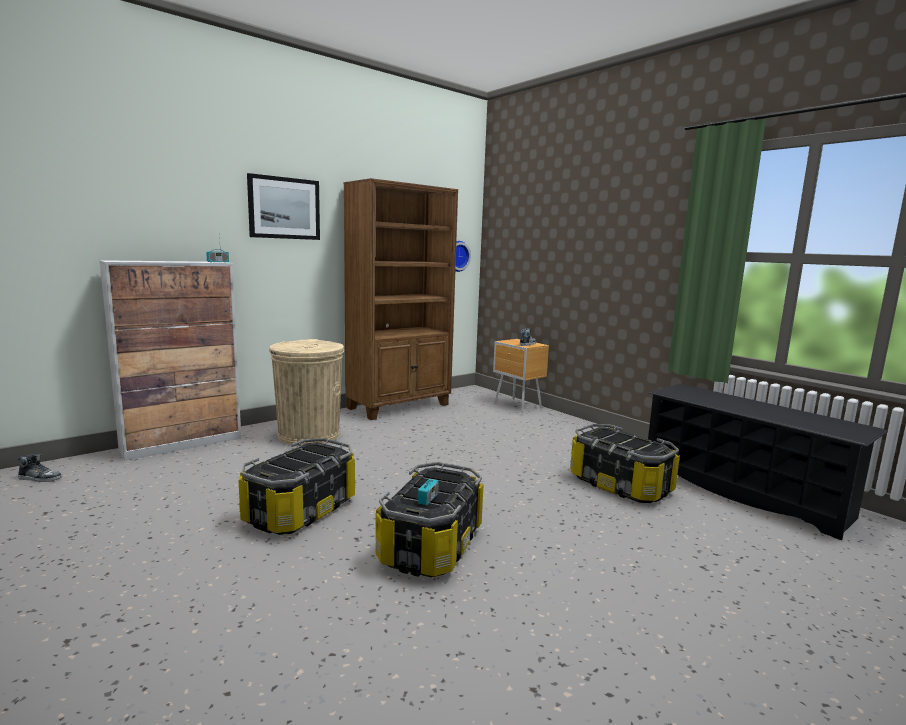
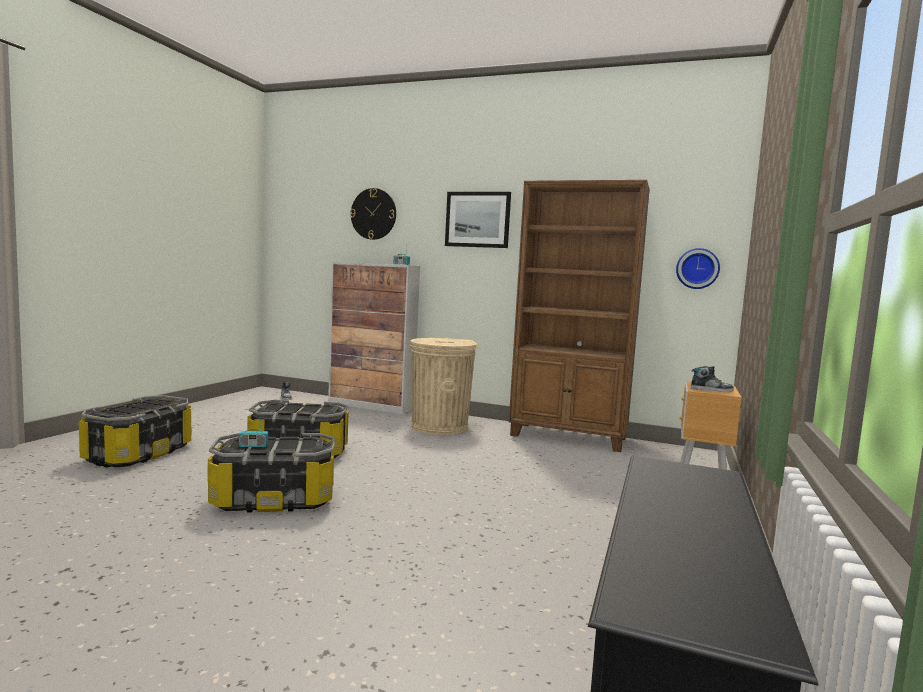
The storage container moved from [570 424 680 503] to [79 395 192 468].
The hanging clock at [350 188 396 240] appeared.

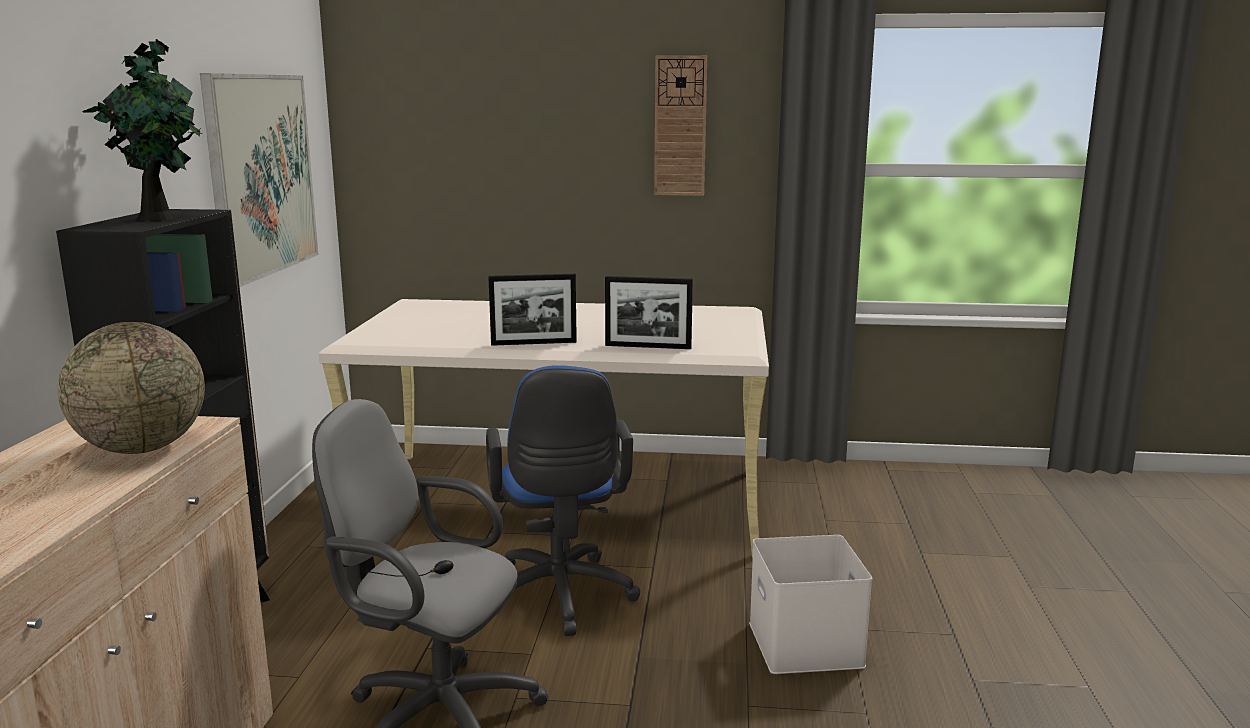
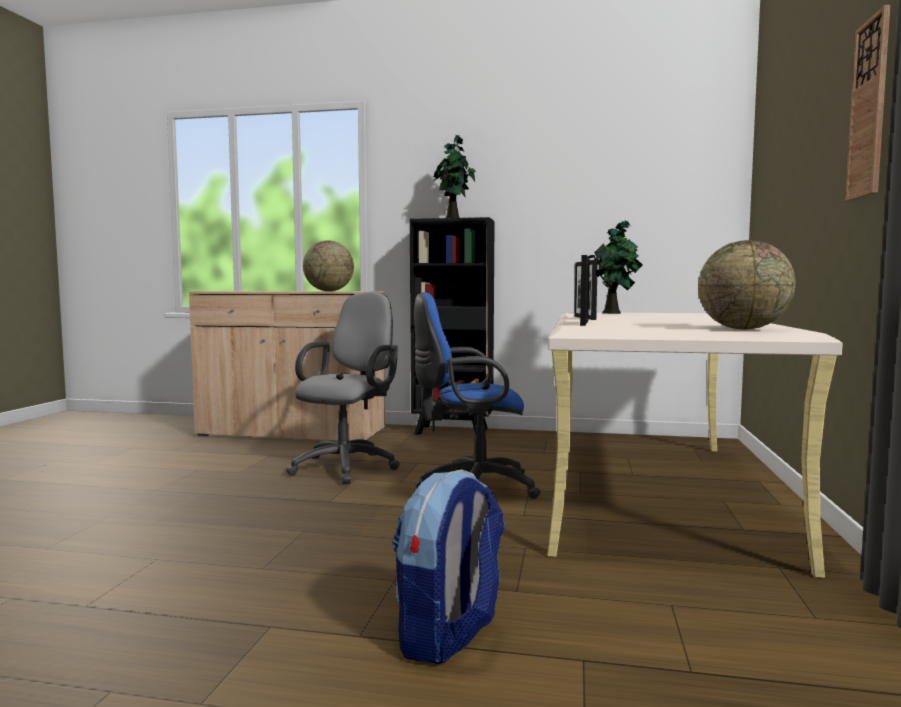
The backpack at [392 469 505 664] appeared.
The plant in a pot at [588 221 643 314] appeared.
The globe at [698 240 796 329] appeared.
The picture at [200 73 319 287] disappeared.
The whitish storage container at [749 535 872 674] disappeared.

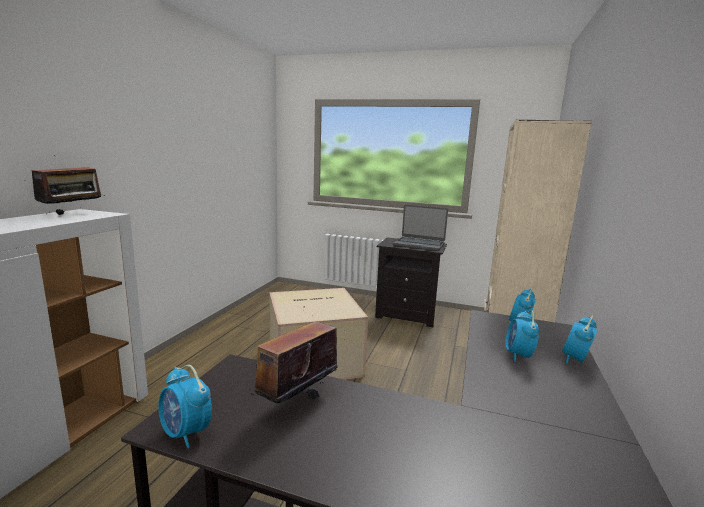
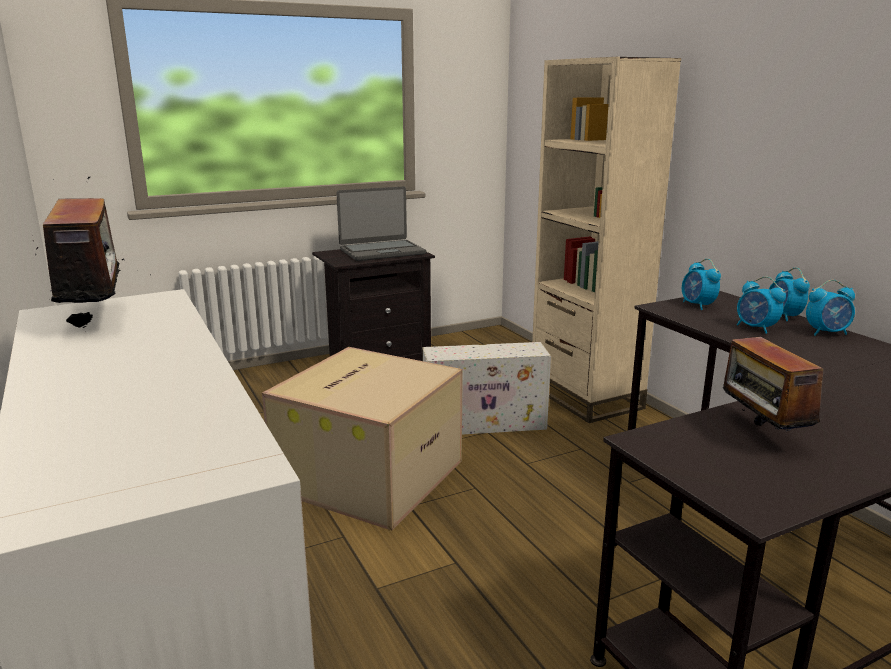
The whitish storage container at [423 342 551 435] appeared.
The alarm clock moved from [158 365 212 448] to [806 280 855 336].

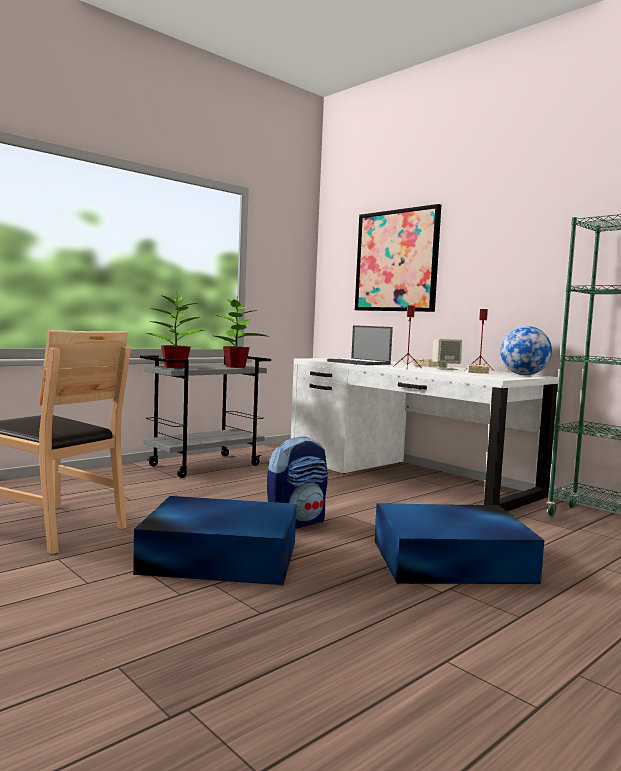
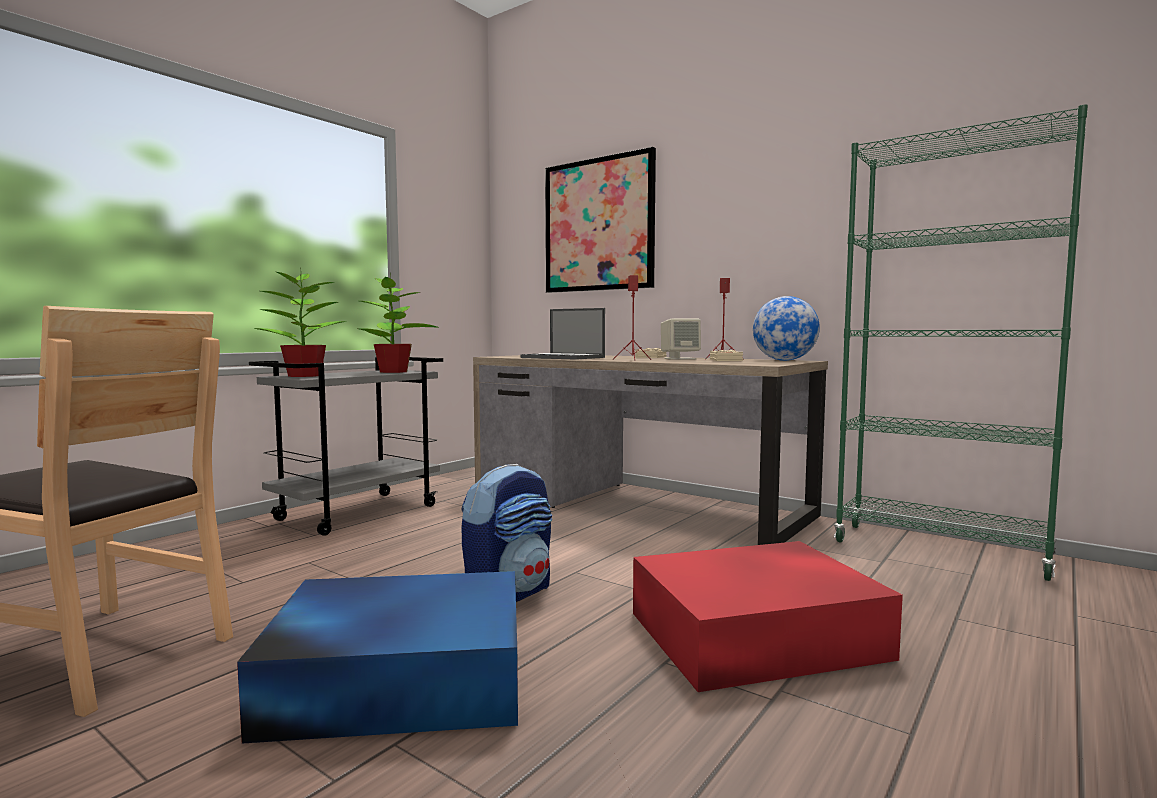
The whitish desk unit at [291 358 559 511] became the brownish desk unit at [473 355 828 545].
The bluish storage container at [374 503 544 584] became the red-coloured storage container at [633 541 903 692].

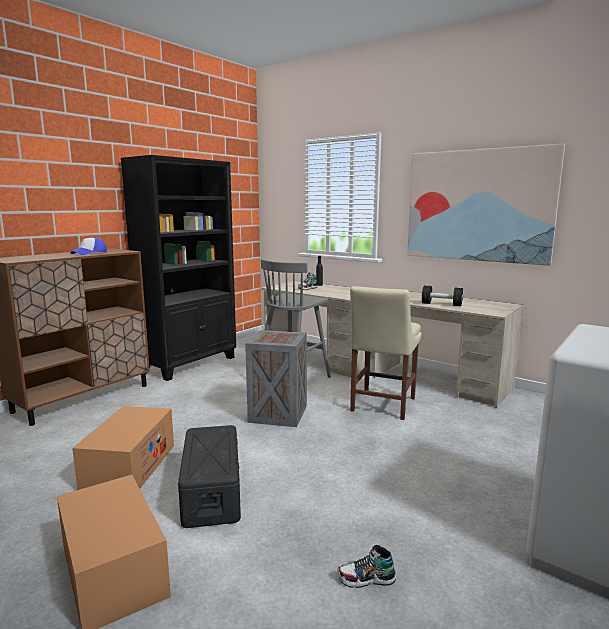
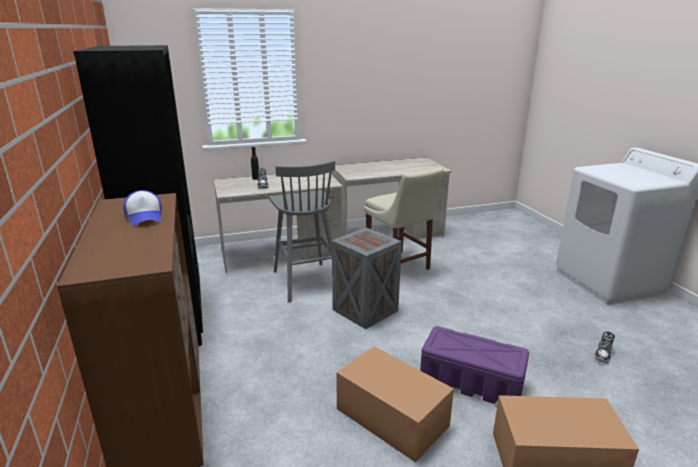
The blackish storage container at [178 425 241 528] became the purple storage container at [420 326 529 404].
The picture at [407 143 565 266] disappeared.
The blackish hand weight at [422 286 463 306] disappeared.

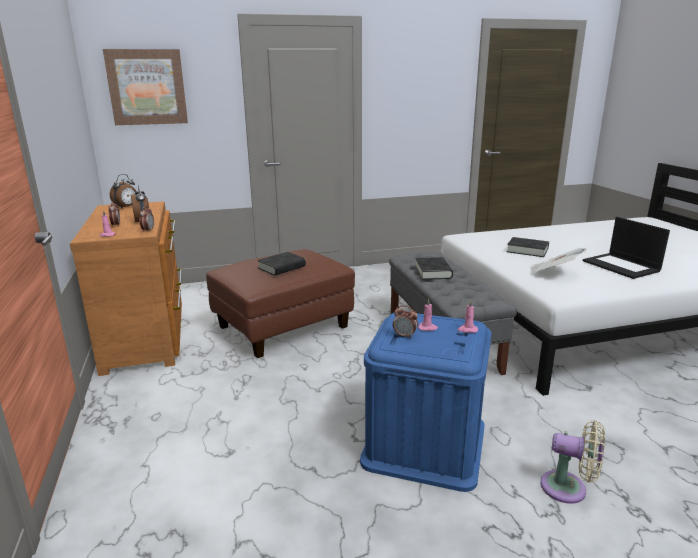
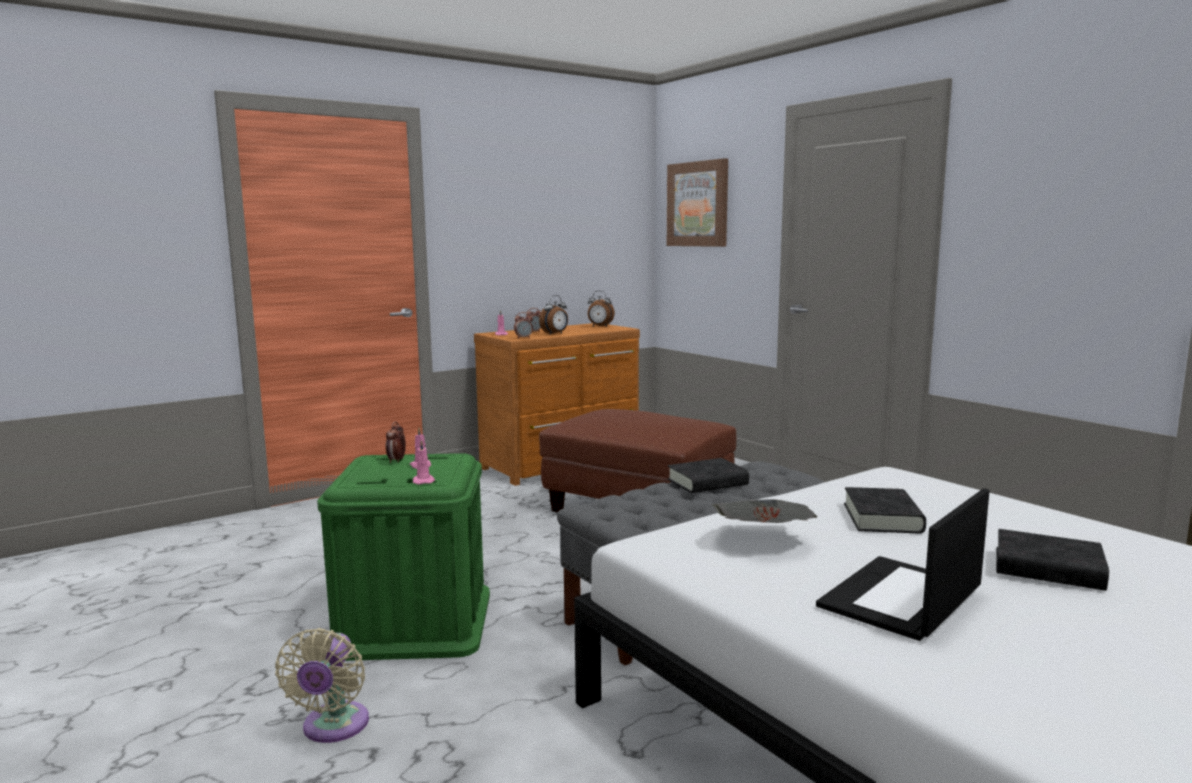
The bluish storage container at [360 313 492 492] became the green-coloured storage container at [317 453 490 661].
The blackish volume moved from [258 252 306 275] to [996 529 1109 591].

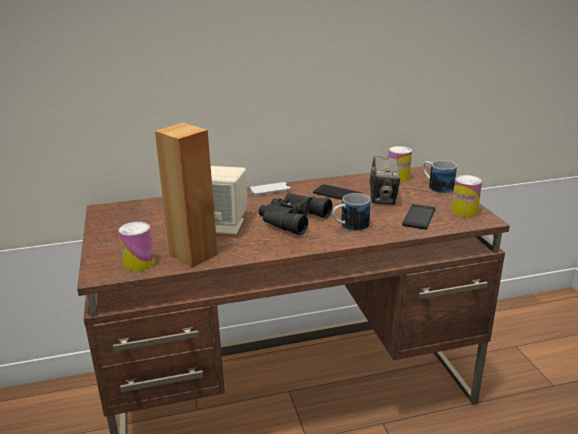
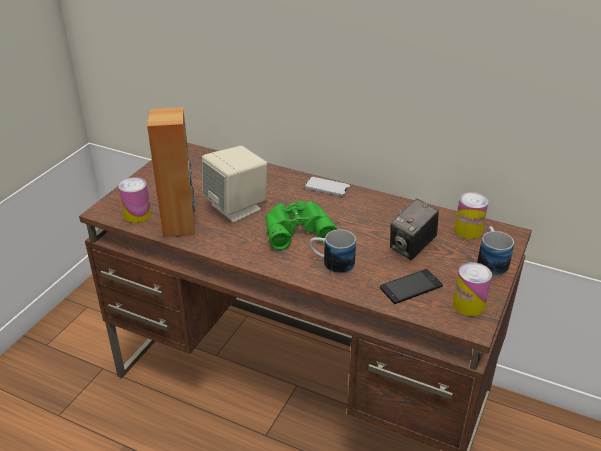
The blackish pair of binoculars at [259 193 332 235] became the green-coloured pair of binoculars at [265 201 338 250].
The phone at [313 184 362 200] disappeared.

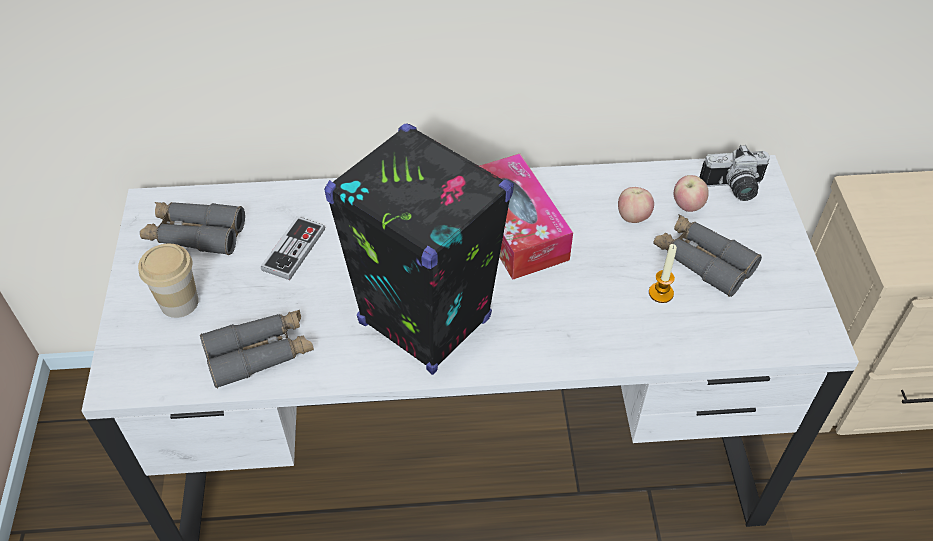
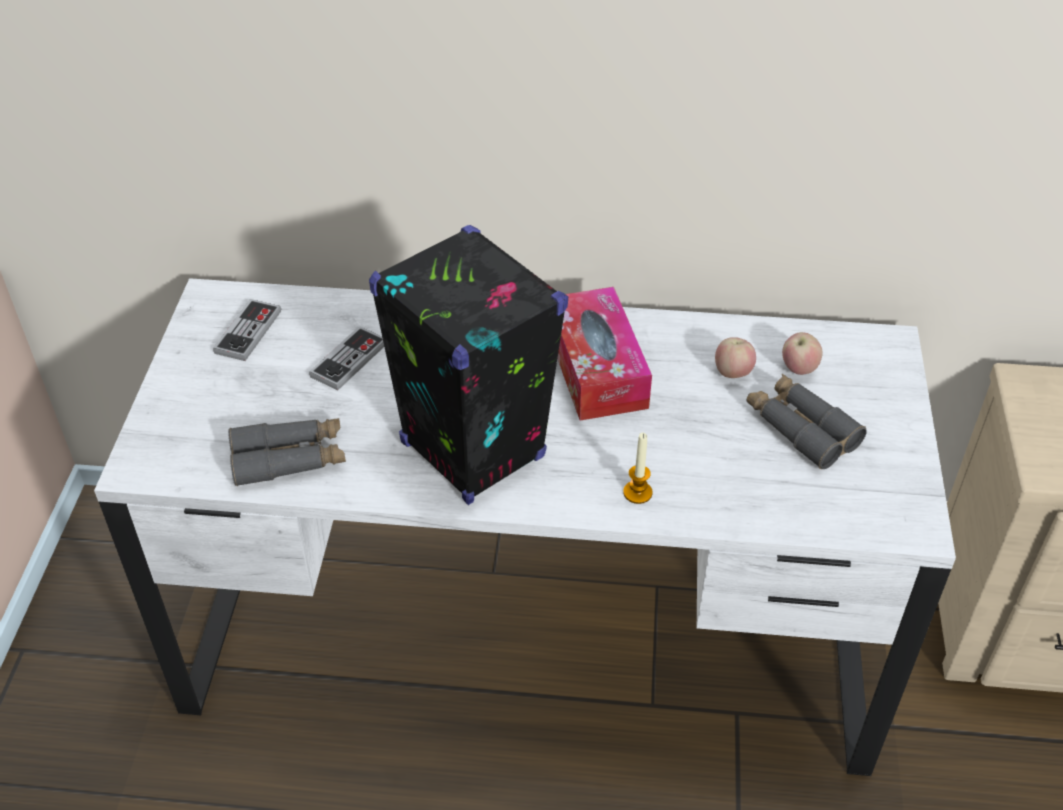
The gray pair of binoculars at [140 202 245 255] was replaced by the gamepad at [213 299 281 361].
The candle moved from [649 244 677 303] to [623 433 653 504].
The cup at [138 244 199 318] disappeared.
The photo camera at [699 145 770 201] disappeared.

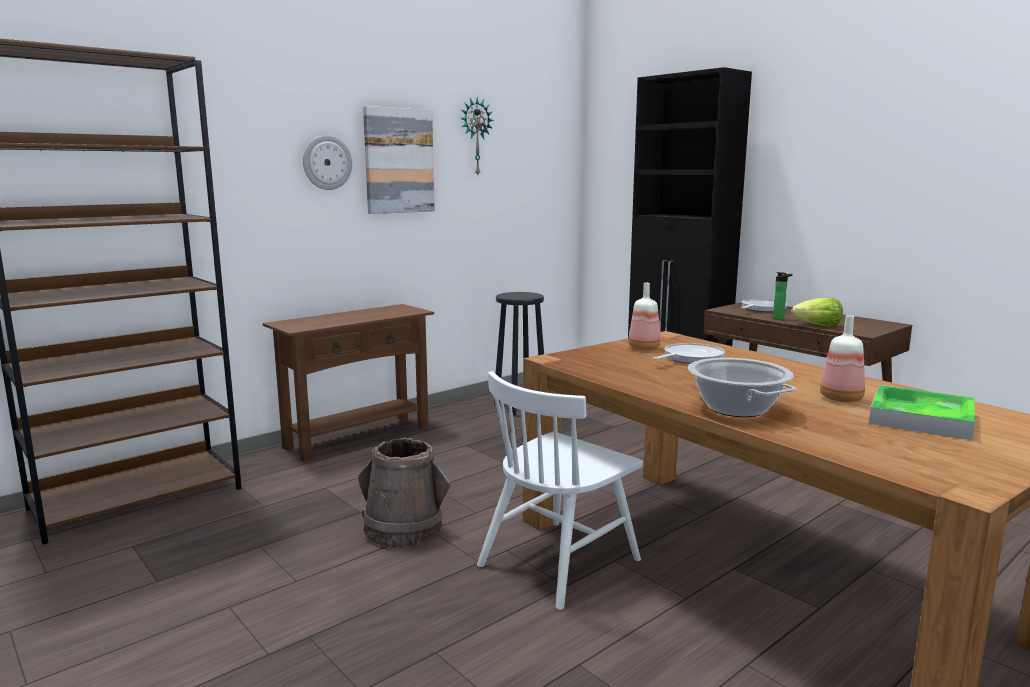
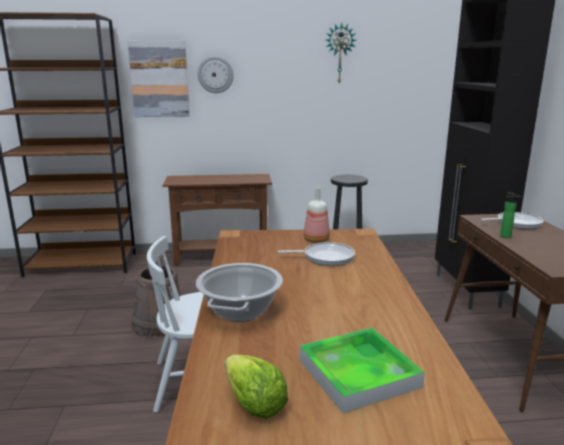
The picture moved from [363 106 435 214] to [128 40 190 117].
The lettuce moved from [791 298 843 326] to [225 355 288 419].
The bottle at [820 315 865 402] disappeared.

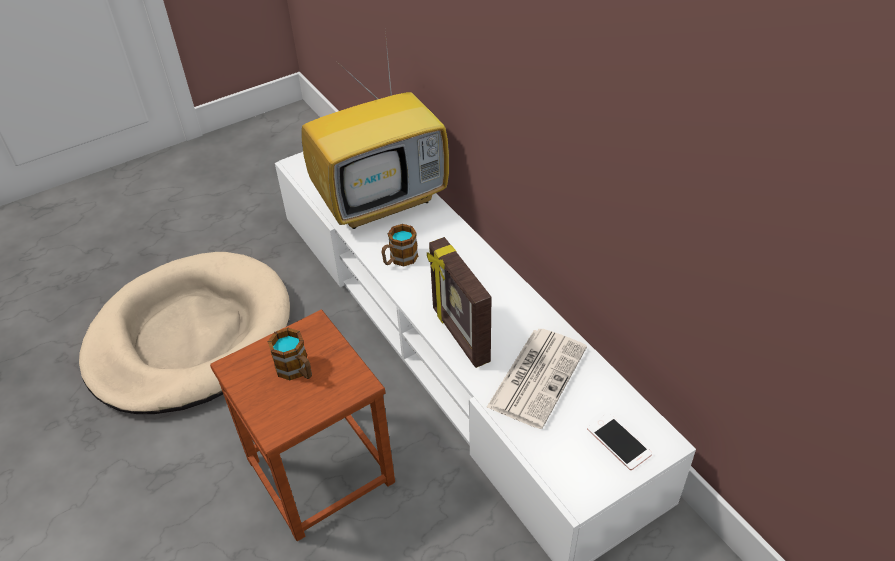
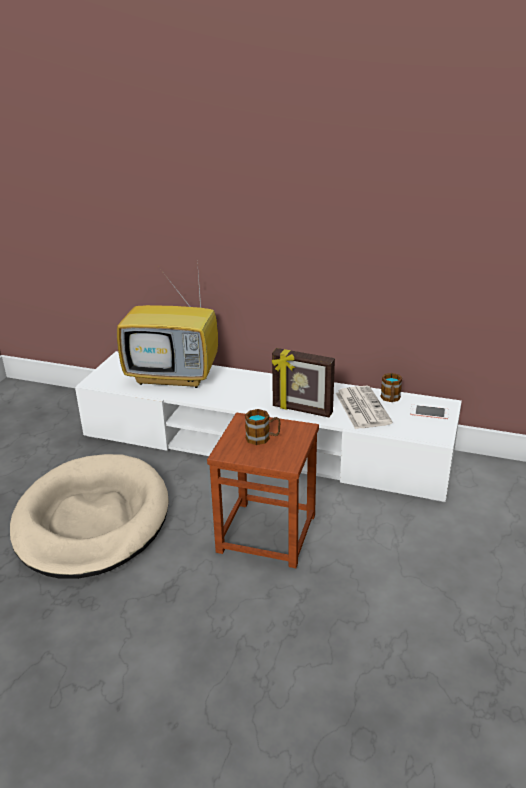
The television at [301 32 449 229] turned 75 degrees clockwise.
The mug moved from [381 224 418 266] to [380 373 402 402].

